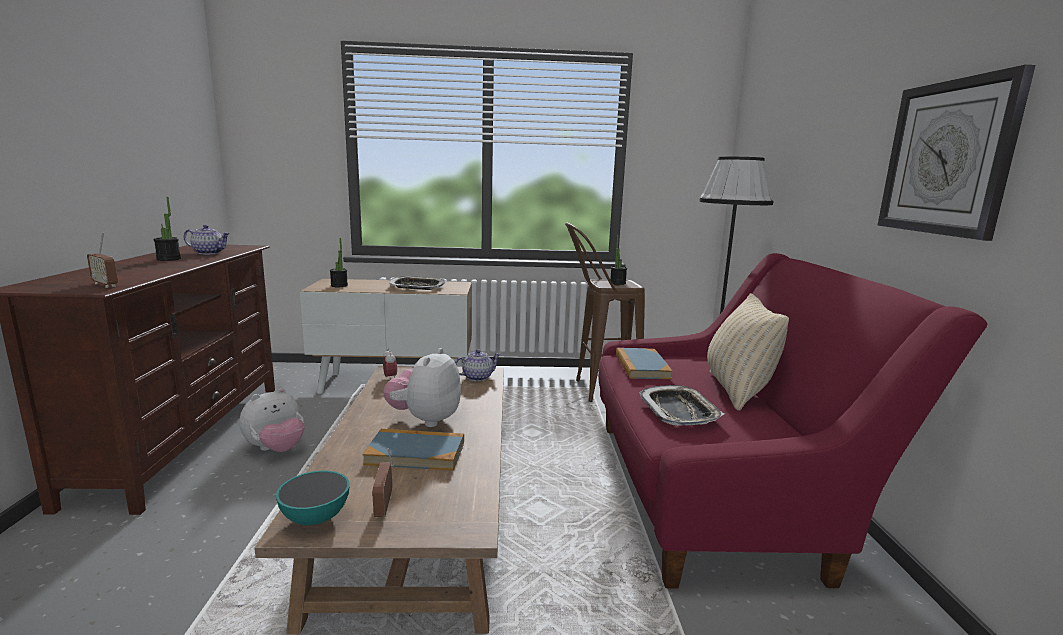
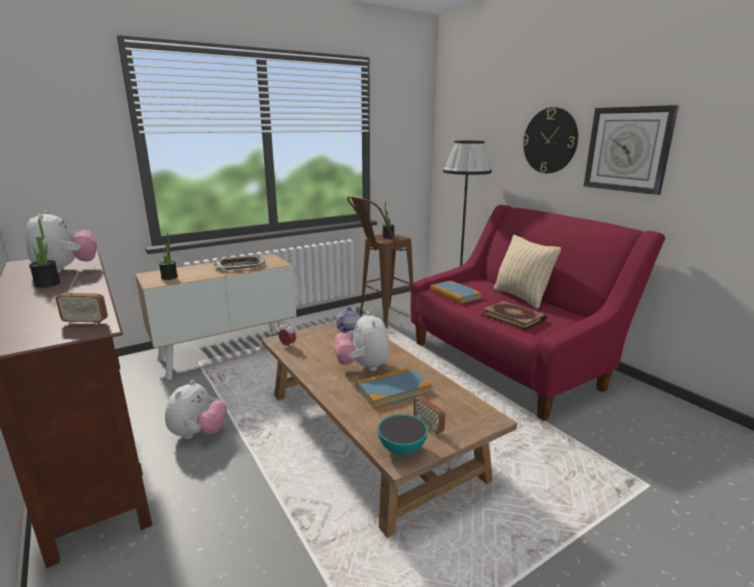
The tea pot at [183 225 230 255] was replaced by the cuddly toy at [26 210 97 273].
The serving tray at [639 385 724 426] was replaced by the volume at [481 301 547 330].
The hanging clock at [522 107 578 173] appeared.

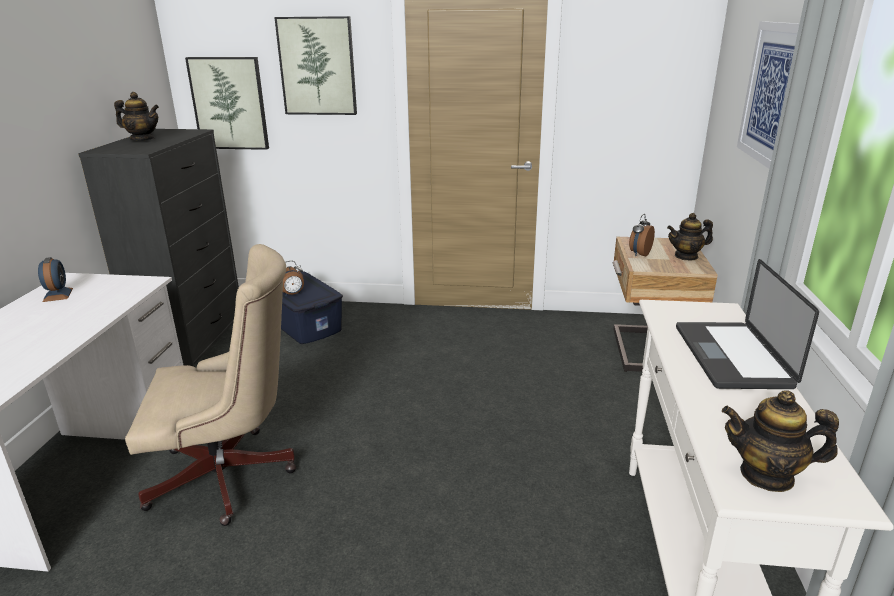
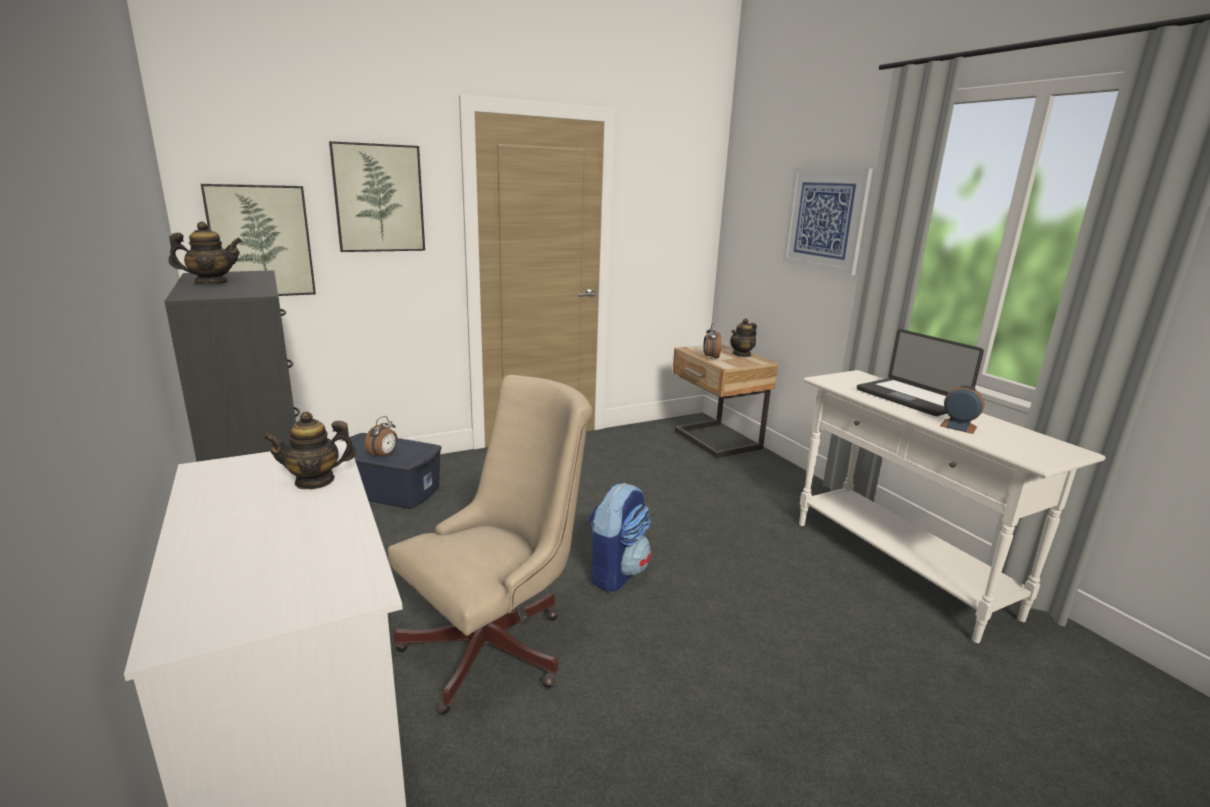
The tea pot moved from [722 390 839 492] to [263 412 357 489].
The backpack at [588 483 651 592] appeared.
The alarm clock moved from [38 257 73 302] to [940 385 985 434].

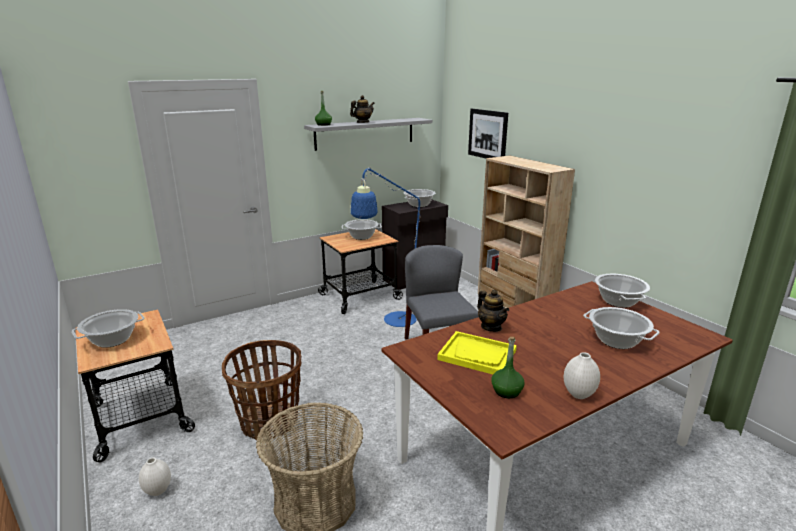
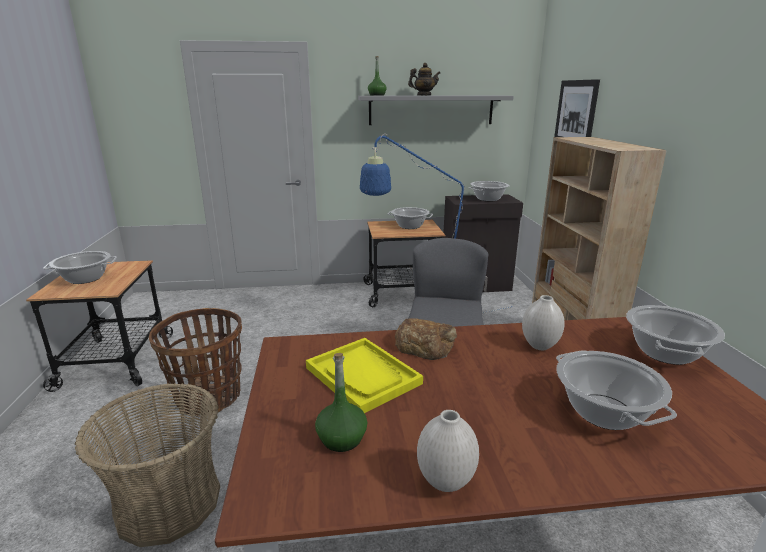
The tea pot at [477 290 509 332] was replaced by the bread at [395 318 457 360].
The whitish decorative vase moved from [139 458 171 496] to [522 295 565 350].

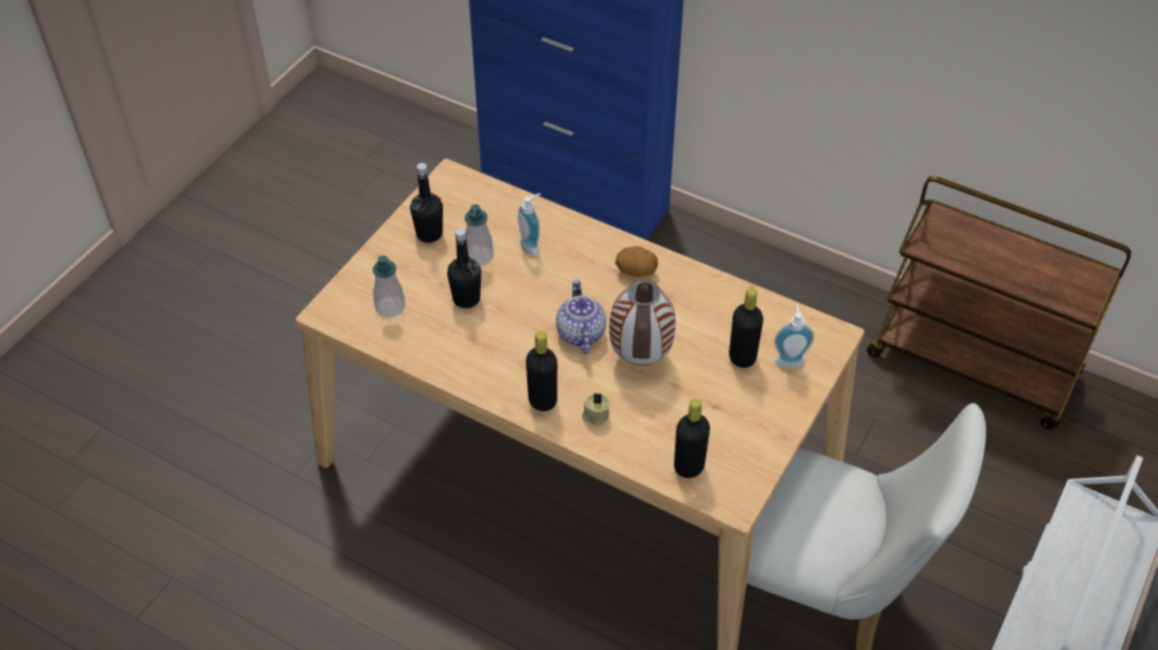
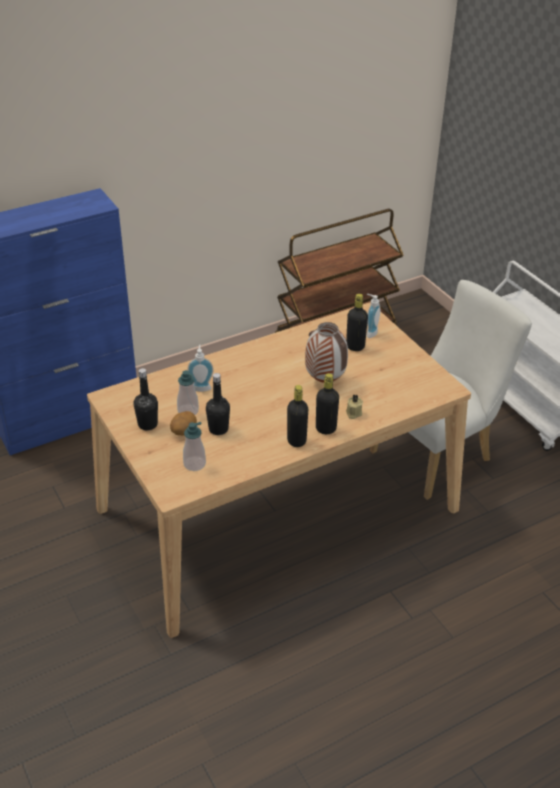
The potato moved from [615 246 658 277] to [170 411 197 436].
The blackish bottle moved from [674 399 710 478] to [287 385 308 447].
The tea pot at [556 279 606 354] disappeared.

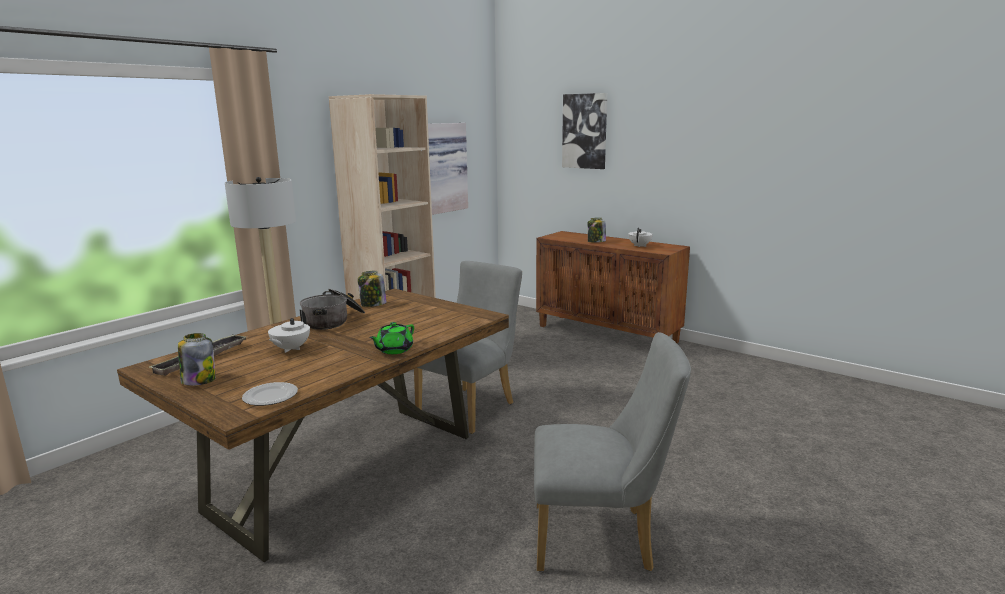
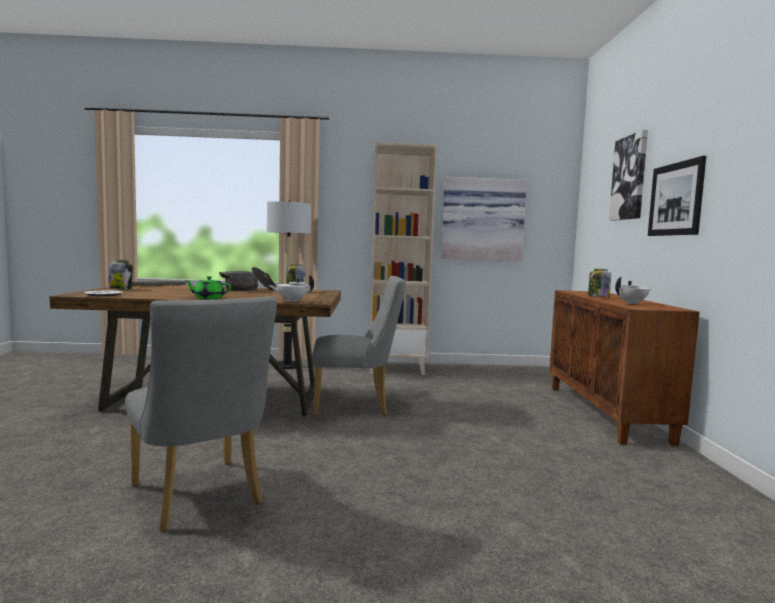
The whitish tea pot moved from [268 310 310 353] to [268 274 314 302].
The picture at [648 156 706 236] appeared.

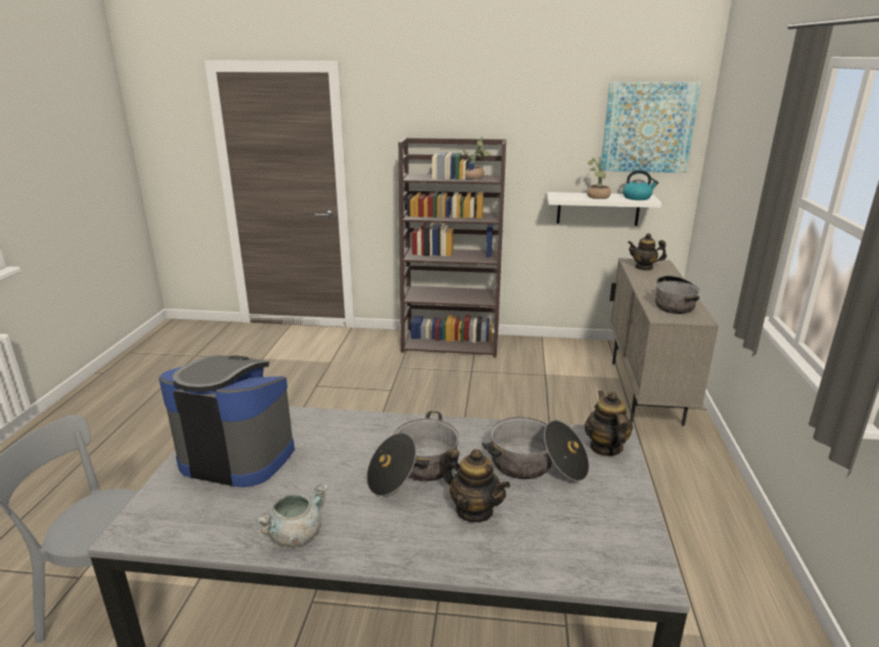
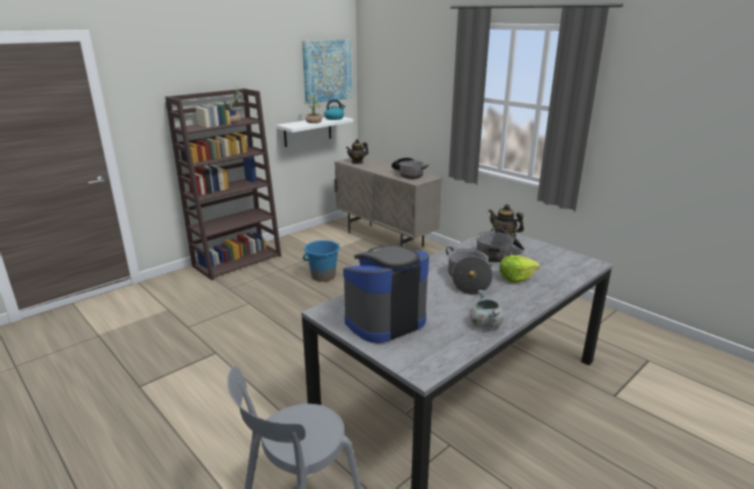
The bluish water bucket at [303 240 340 282] appeared.
The tea pot at [443 448 510 522] was replaced by the lettuce at [499 255 540 283].

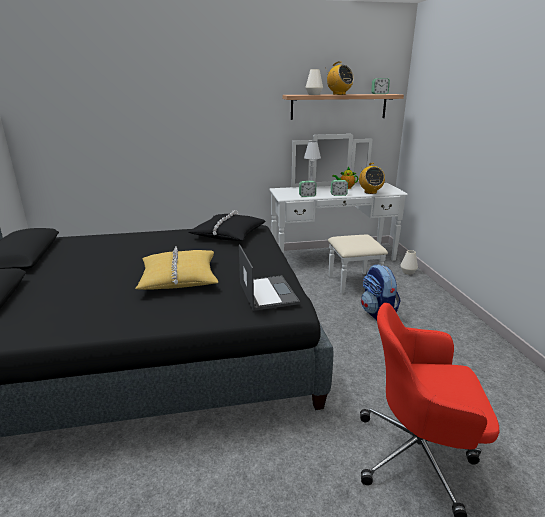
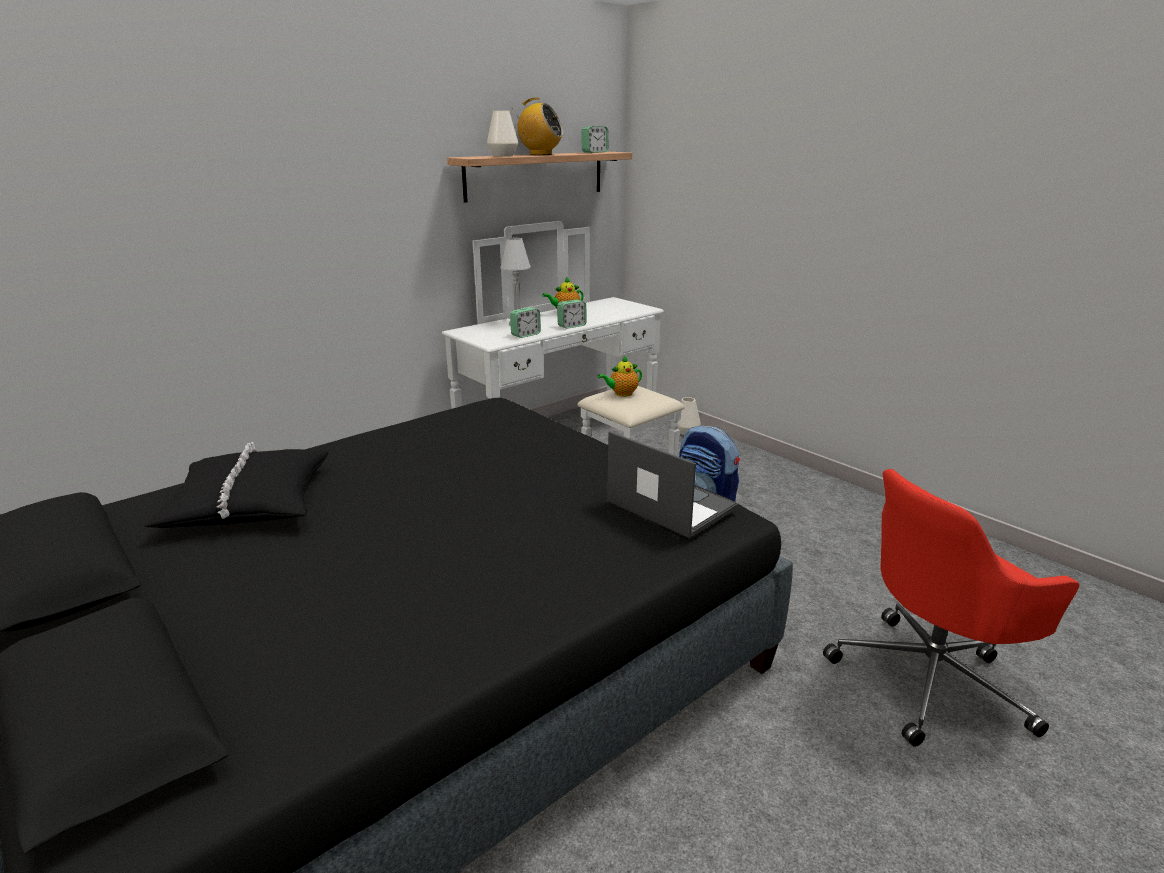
The blackish throw pillow moved from [188 210 266 241] to [145 442 328 528].
The tea pot at [598 356 642 397] appeared.
The yellow-coloured throw pillow at [135 246 218 290] disappeared.
The radio at [359 163 385 194] disappeared.

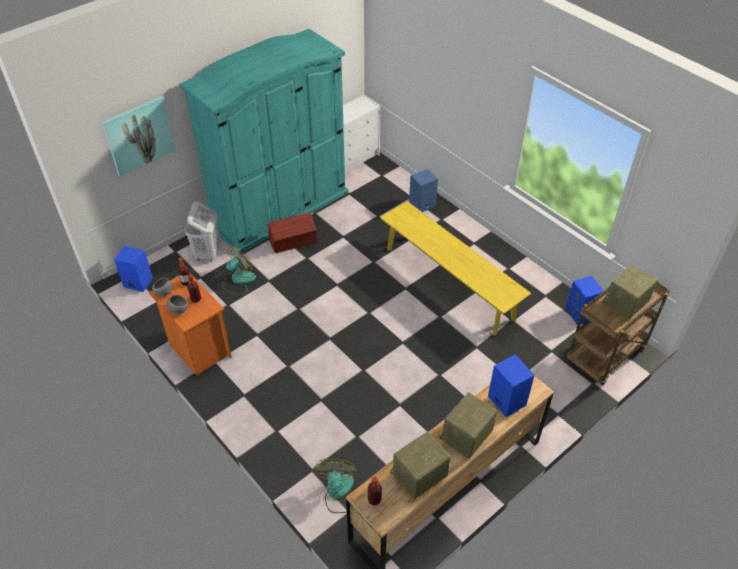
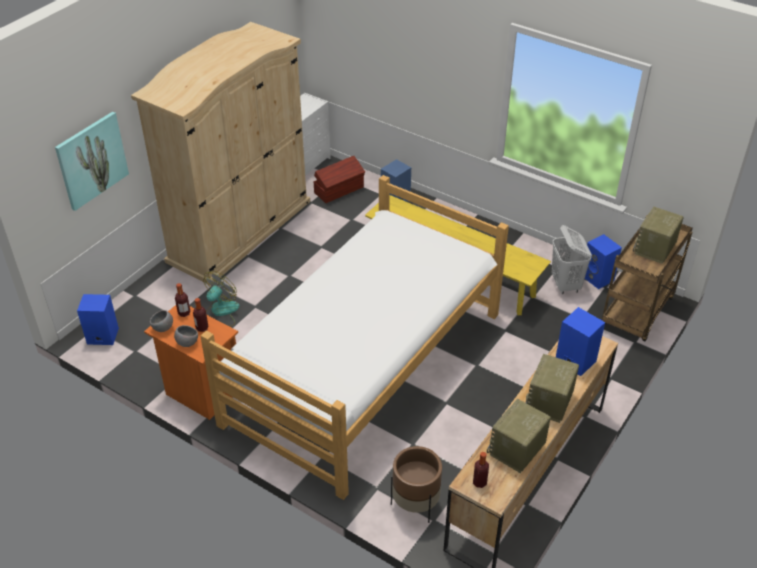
The blue-green armoire at [180 29 348 253] became the beige armoire at [131 22 310 286].
The bedroom bed at [200 175 509 500] appeared.
The brownish storage container moved from [268 212 317 253] to [314 156 365 203].
The fan at [314 459 357 513] was replaced by the brownish flower pot at [391 446 442 523].
The whitish hamper moved from [185 202 220 262] to [552 225 592 294].

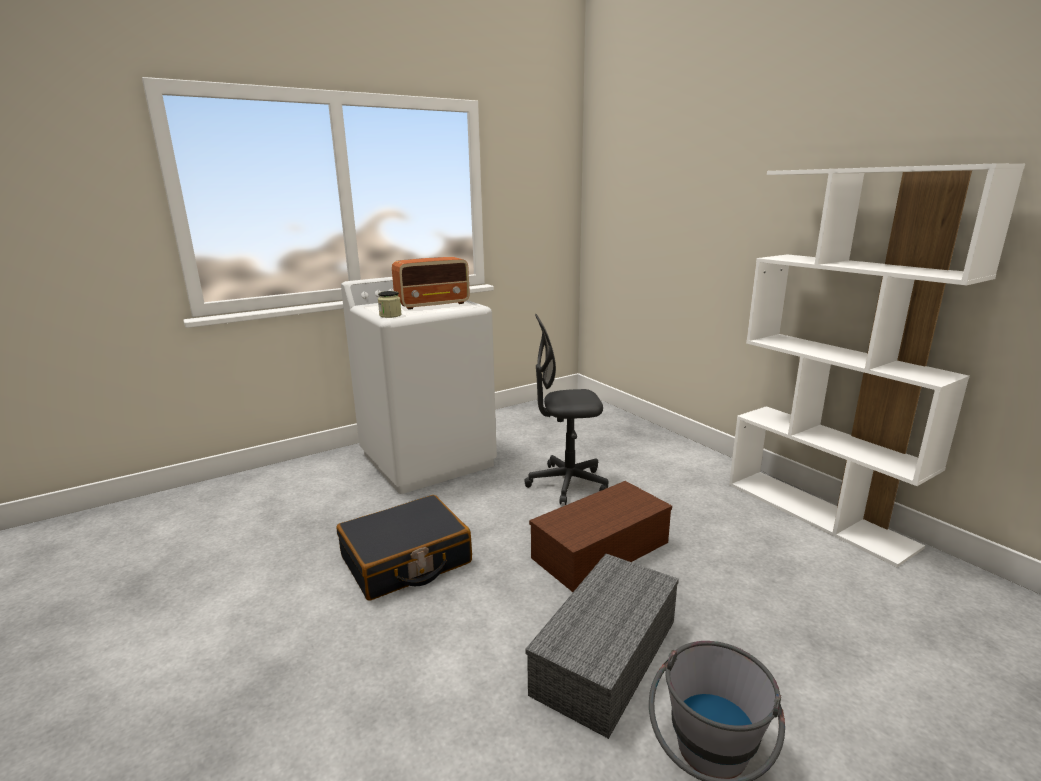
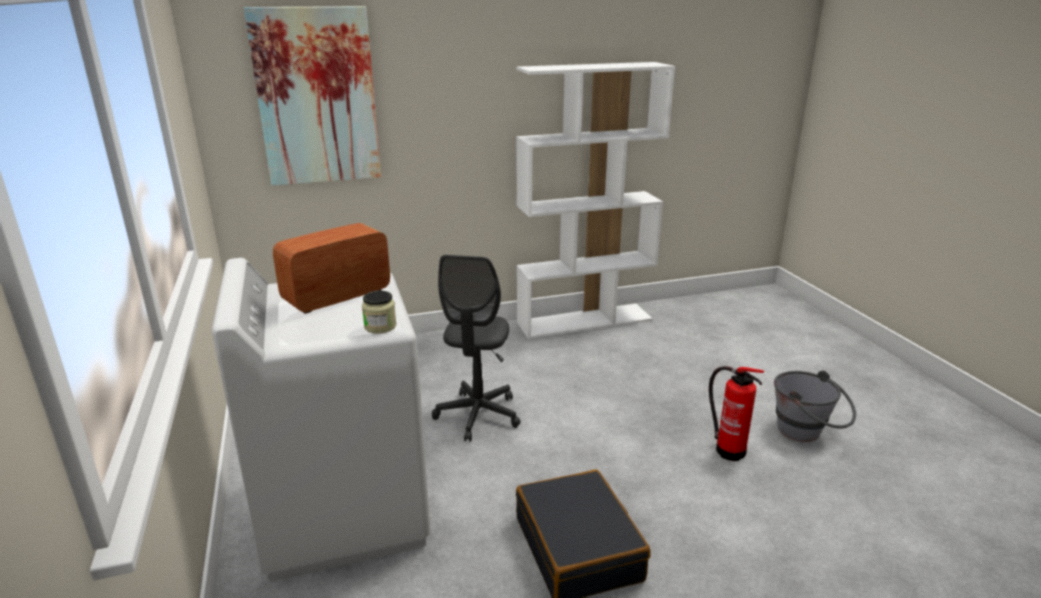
The picture at [244 6 381 186] appeared.
The radio at [392 257 470 310] turned 120 degrees counterclockwise.
The gray storage container at [525 554 679 739] was replaced by the fire-fighting cylinder at [709 366 764 461].
The brownish storage container at [529 481 672 592] disappeared.

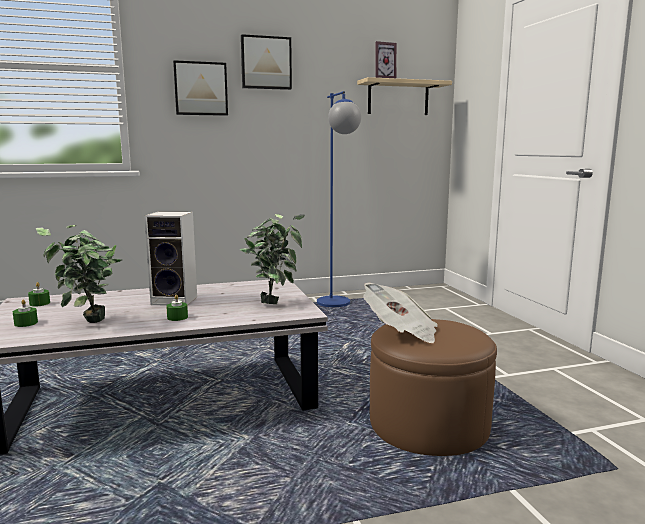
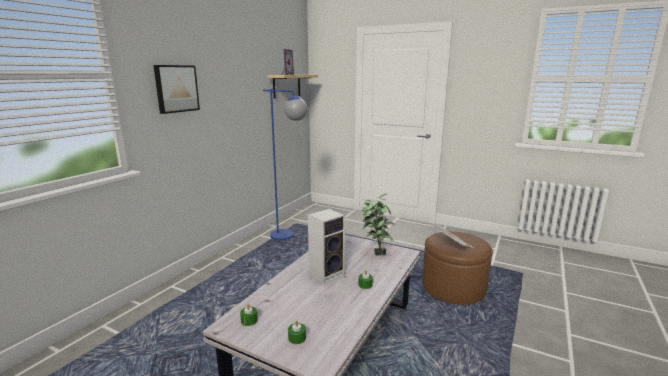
The plant in a pot at [36 225 122 323] disappeared.
The picture at [241 34 292 90] disappeared.

